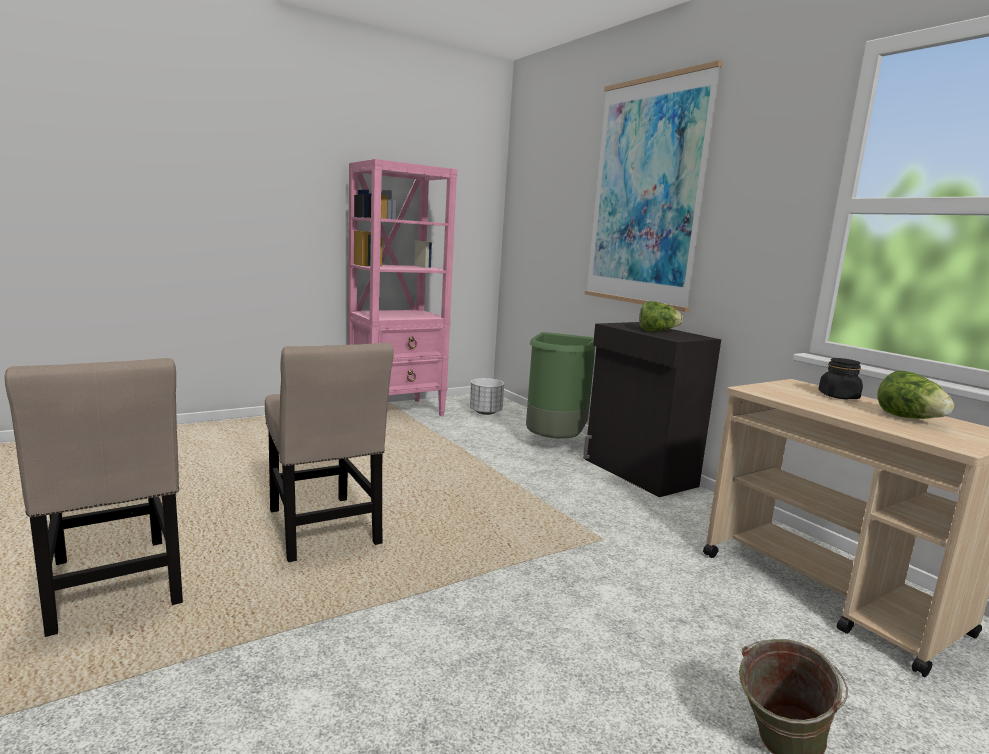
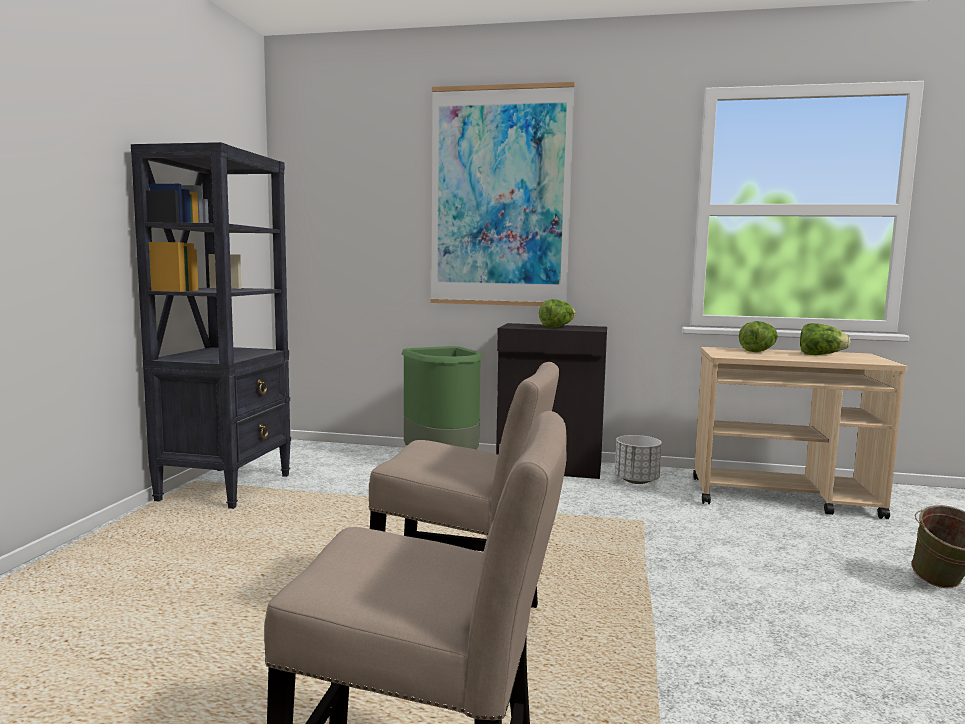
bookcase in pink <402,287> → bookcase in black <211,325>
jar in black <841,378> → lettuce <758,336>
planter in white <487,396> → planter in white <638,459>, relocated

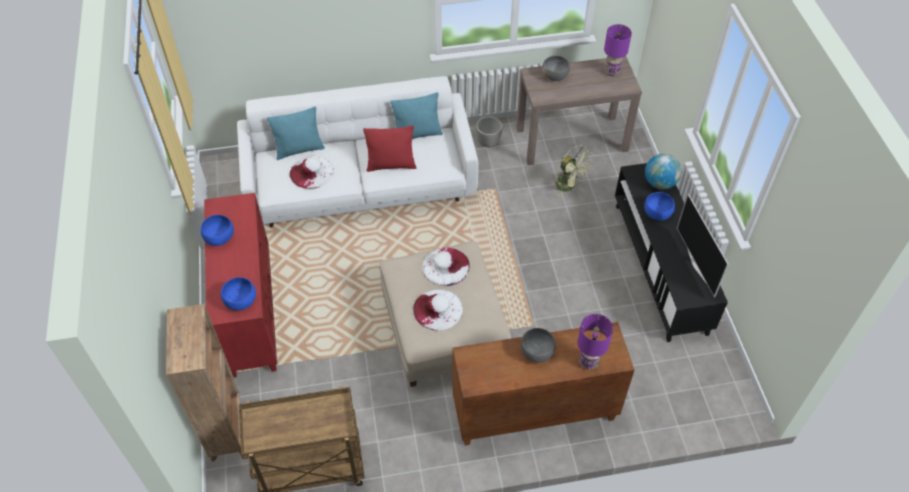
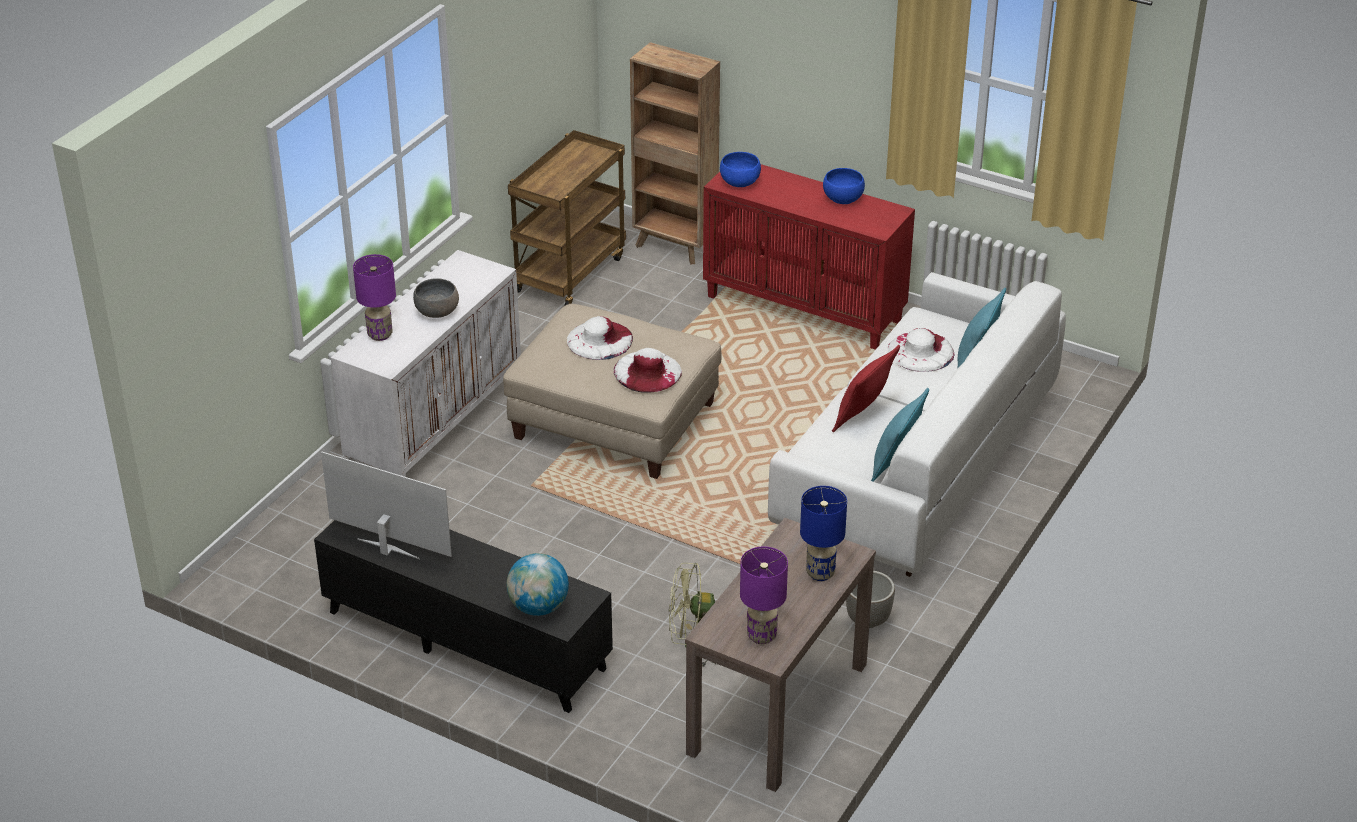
bowl in grey <556,68> → table lamp in blue <823,533>
bowl in blue <659,206> → -
cabinet in brown <543,383> → cabinet in white <426,363>

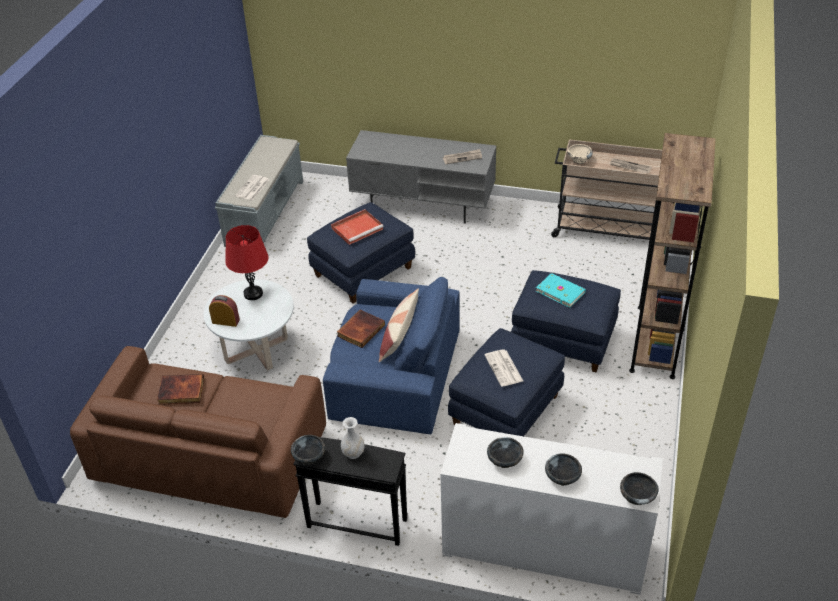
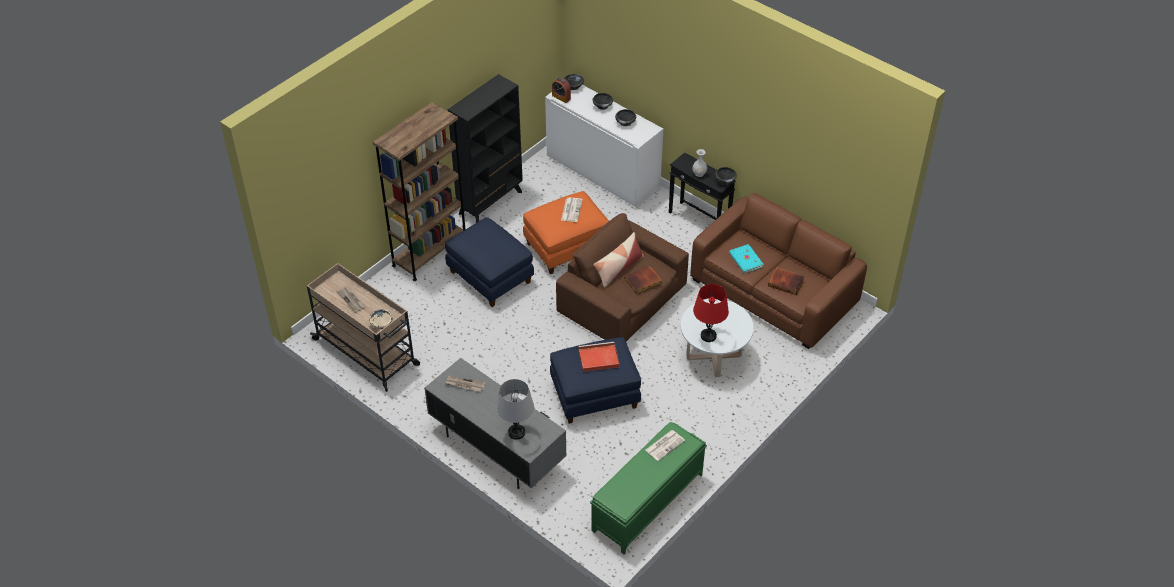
bench in grey <259,191> → bench in green <648,488>
book in turquoise <561,290> → book in turquoise <746,259>, relocated
armchair in blue <391,355> → armchair in brown <622,277>
alarm clock <224,311> → alarm clock <561,90>, relocated
ottoman in blue <506,382> → ottoman in orange <566,232>
- → bookcase in black <485,148>
- → table lamp in grey <515,409>

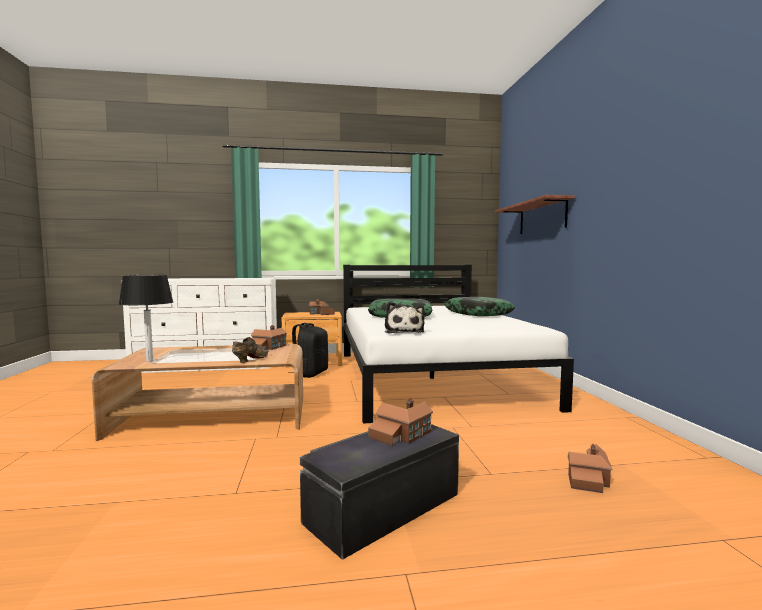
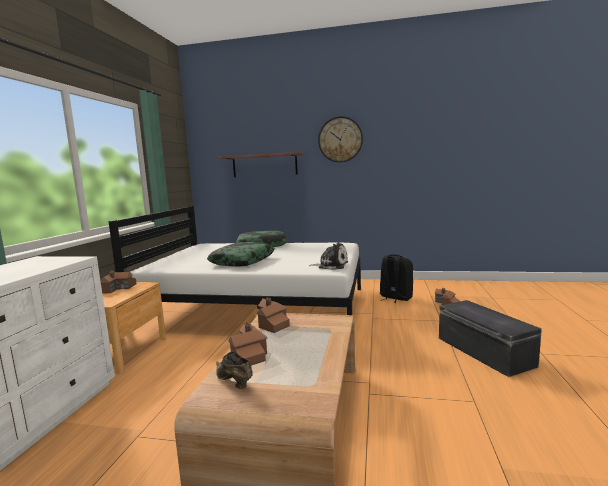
table lamp in black <146,318> → -
backpack in black <308,350> → backpack in black <397,278>, relocated
shoe in brown <250,350> → shoe in brown <234,370>, relocated
toy house <400,422> → toy house <248,344>, relocated
- → wall clock <340,139>

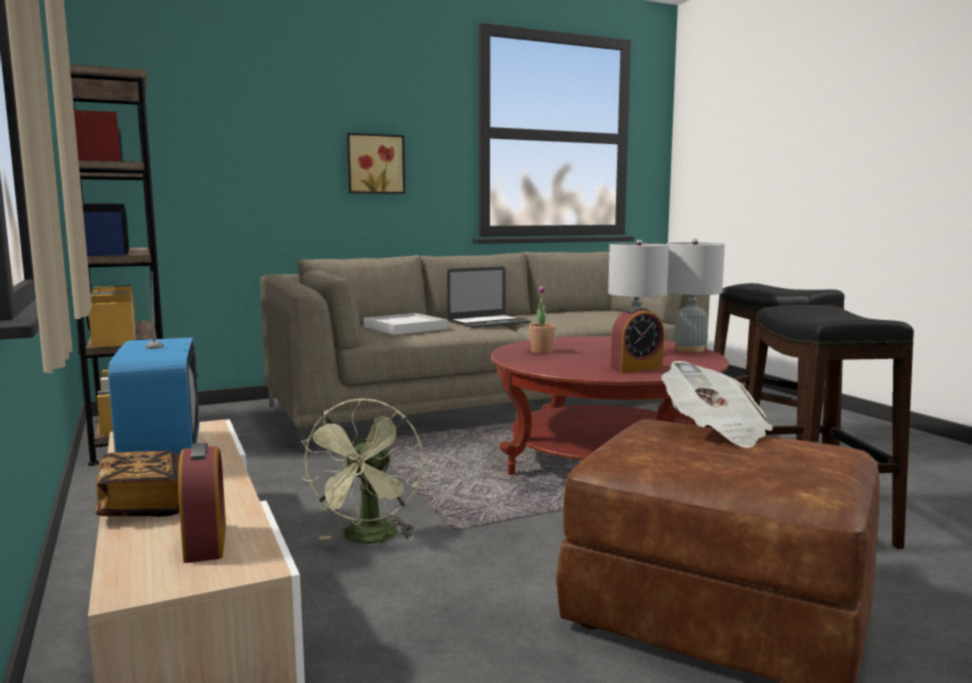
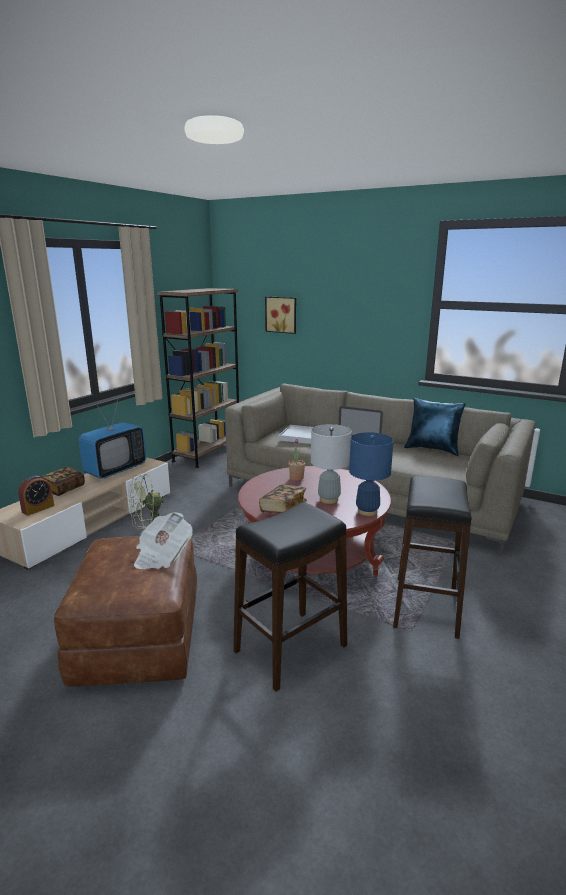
picture <376,163> → picture <280,315>, relocated
table lamp in grey <695,295> → table lamp in blue <371,474>
alarm clock <637,339> → book <283,499>
- → pillow in blue <435,427>

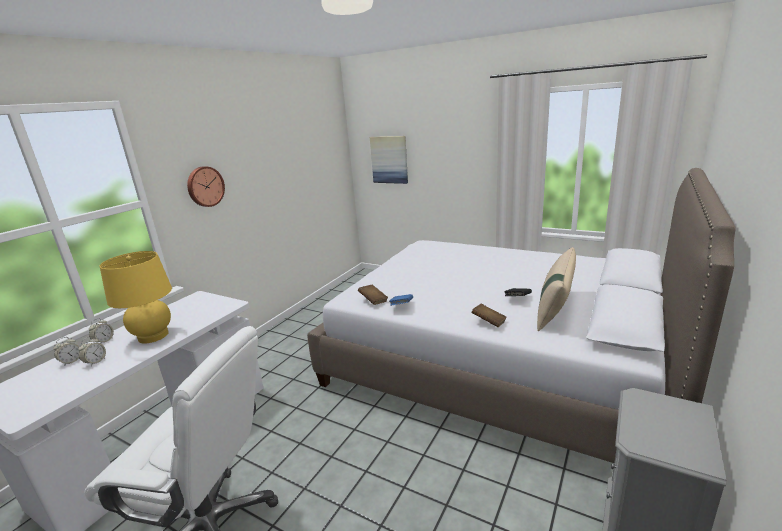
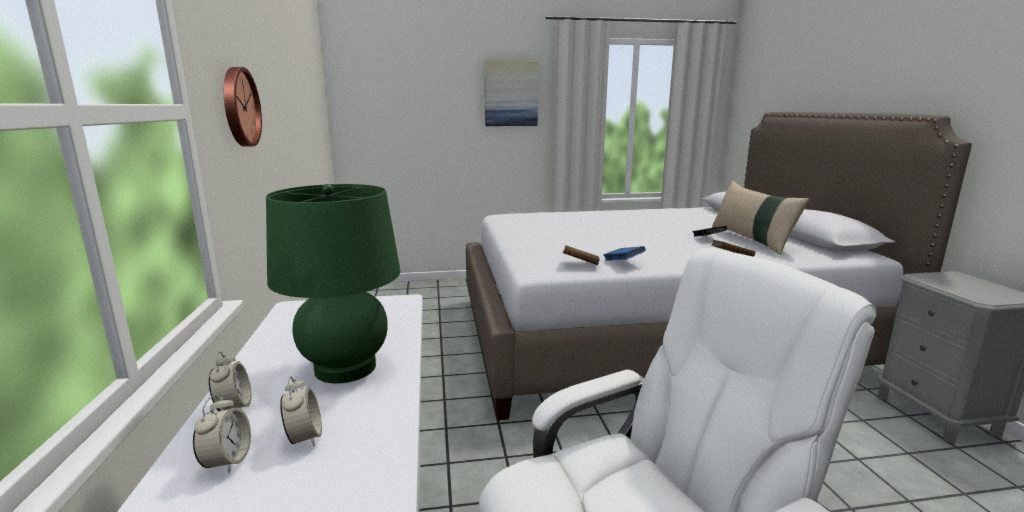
picture <389,160> → picture <511,93>, relocated
table lamp in yellow <136,297> → table lamp in green <333,284>

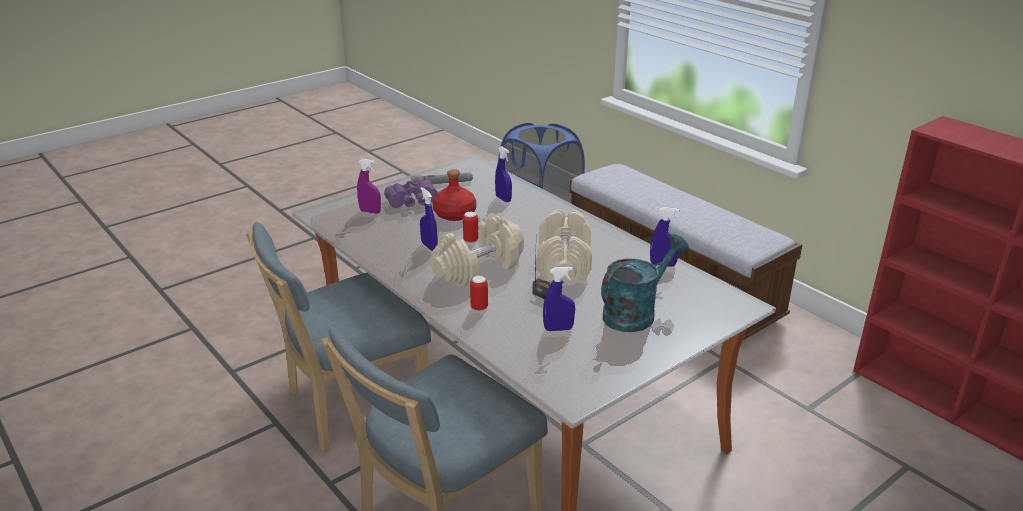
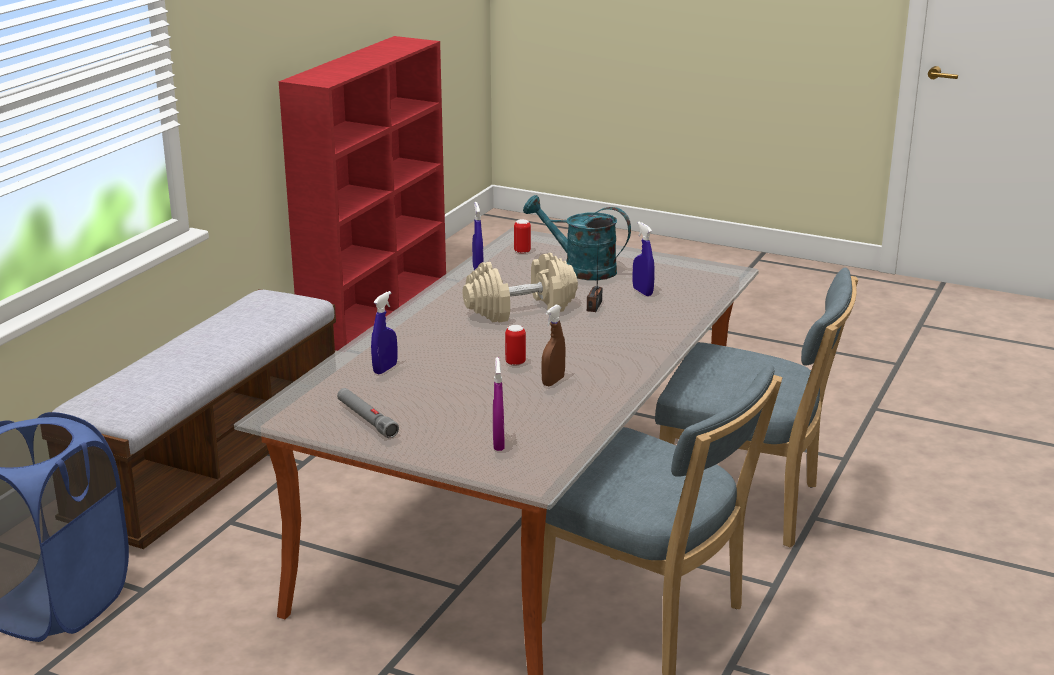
bottle in red <454,195> → -
binoculars in purple <411,194> → -
spray bottle in blue <429,219> → spray bottle in brown <553,345>
dumbbell in beige <477,251> → -
can <479,293> → can <522,236>, relocated

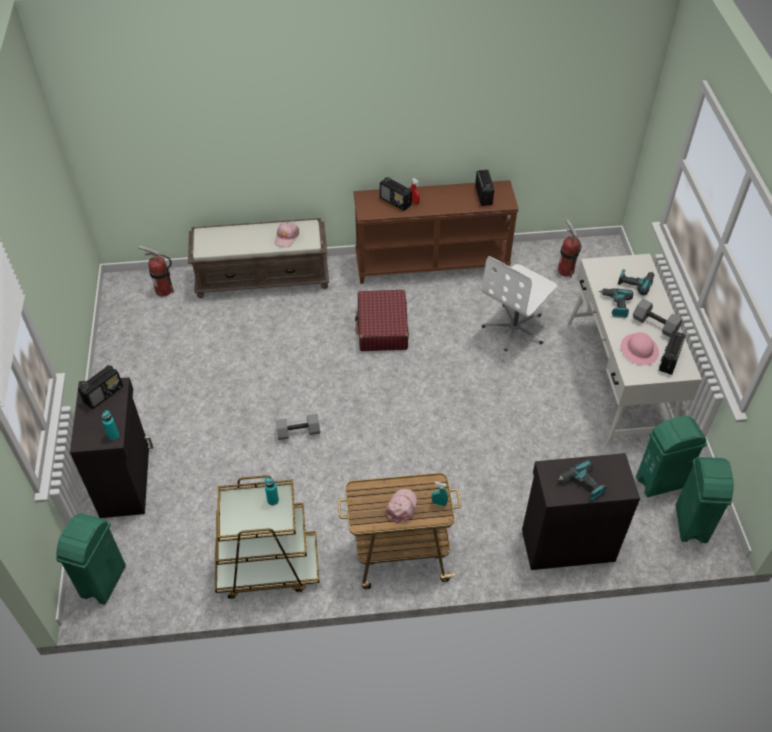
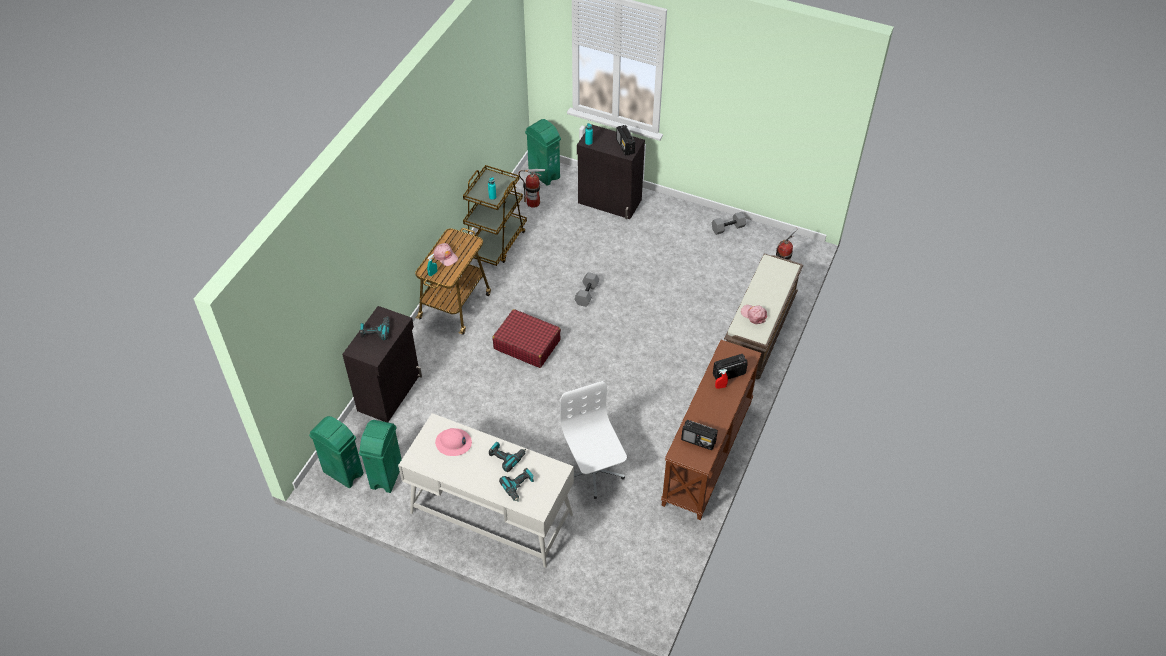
fire extinguisher <569,248> → fire extinguisher <531,188>, relocated
suitcase in red <382,320> → suitcase in red <526,338>, relocated
dumbbell in grey <657,318> → dumbbell in grey <729,223>, relocated
radio <672,353> → -

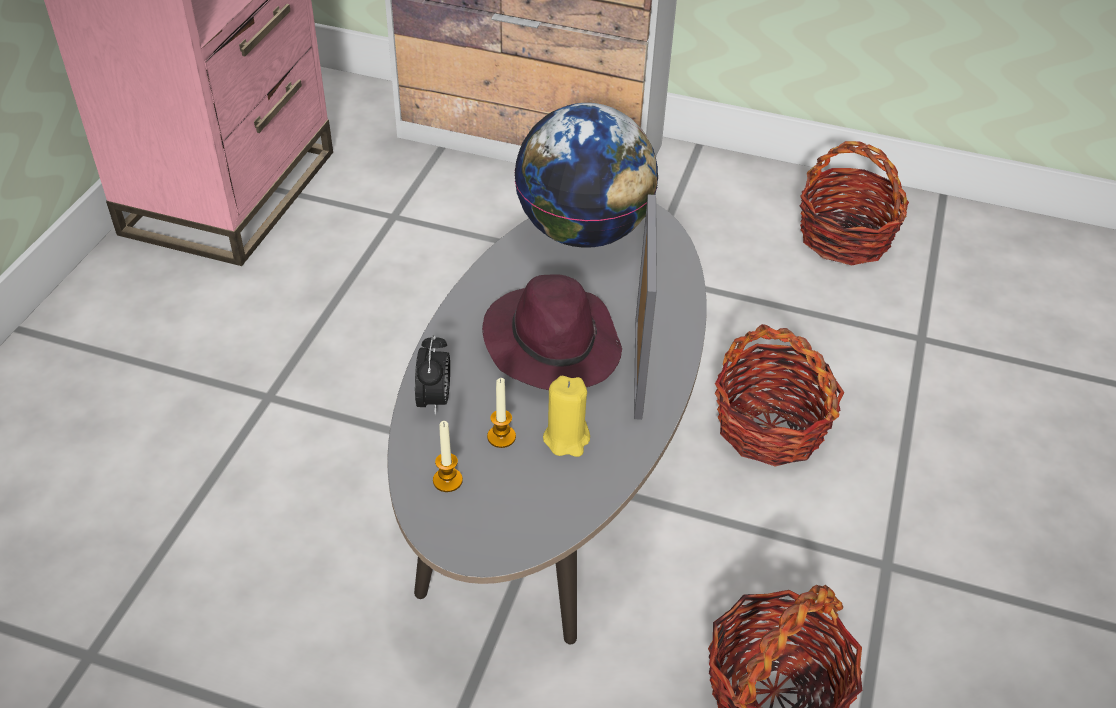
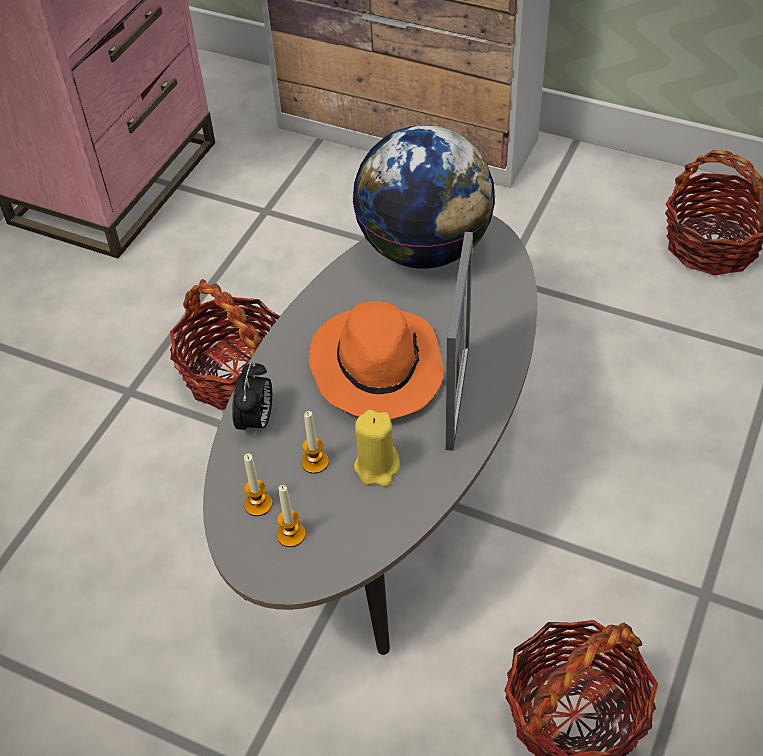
hat in purple <552,332> → hat in orange <376,360>
basket <779,395> → basket <225,344>, relocated
- → candle <291,516>

